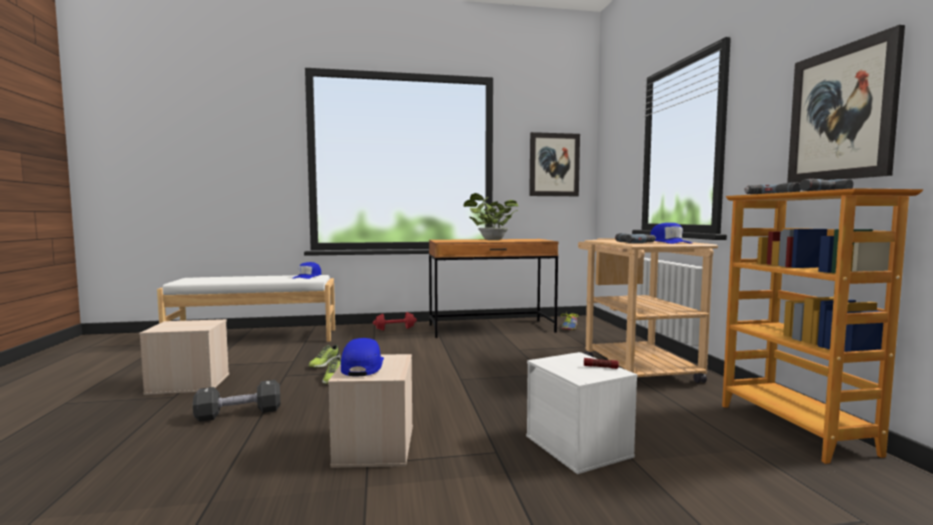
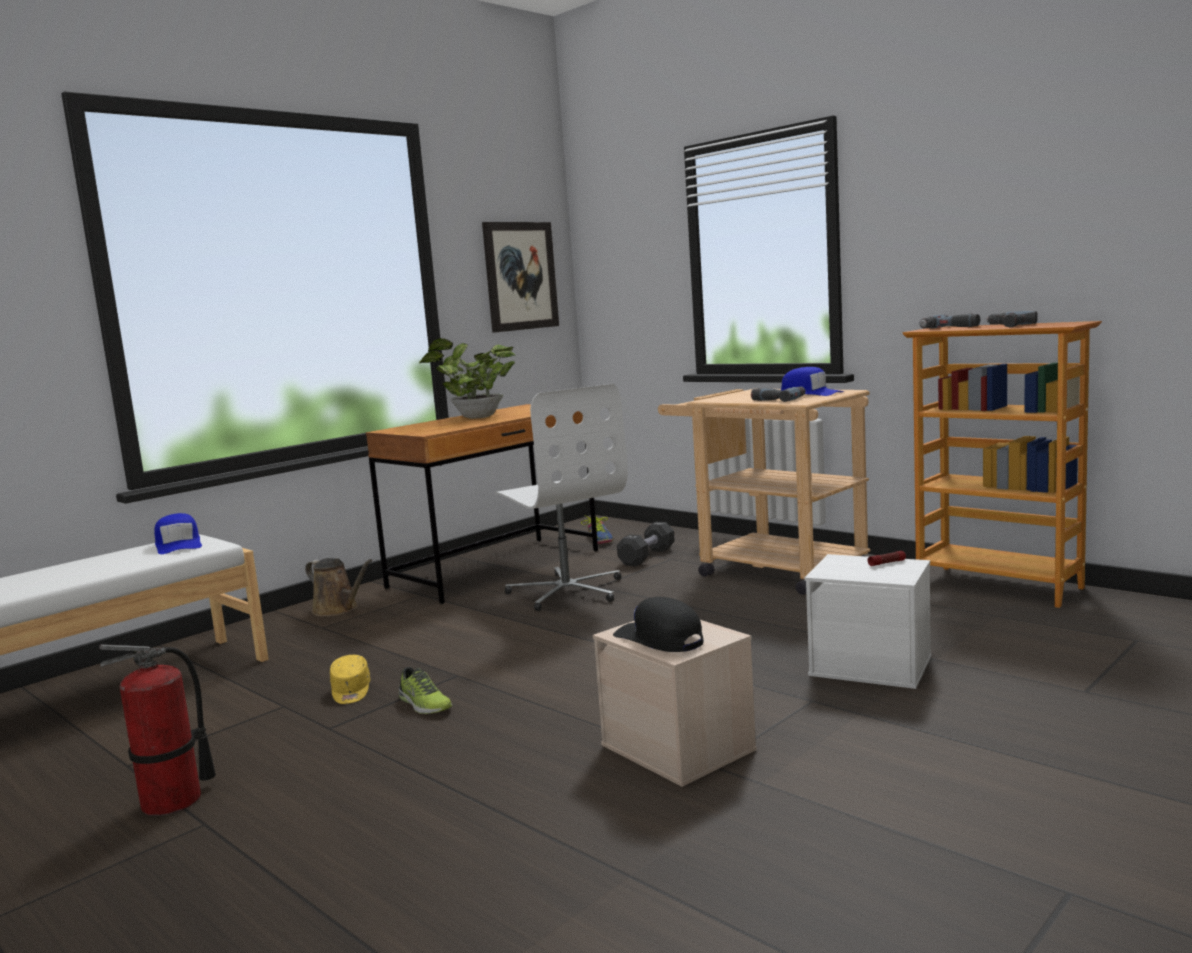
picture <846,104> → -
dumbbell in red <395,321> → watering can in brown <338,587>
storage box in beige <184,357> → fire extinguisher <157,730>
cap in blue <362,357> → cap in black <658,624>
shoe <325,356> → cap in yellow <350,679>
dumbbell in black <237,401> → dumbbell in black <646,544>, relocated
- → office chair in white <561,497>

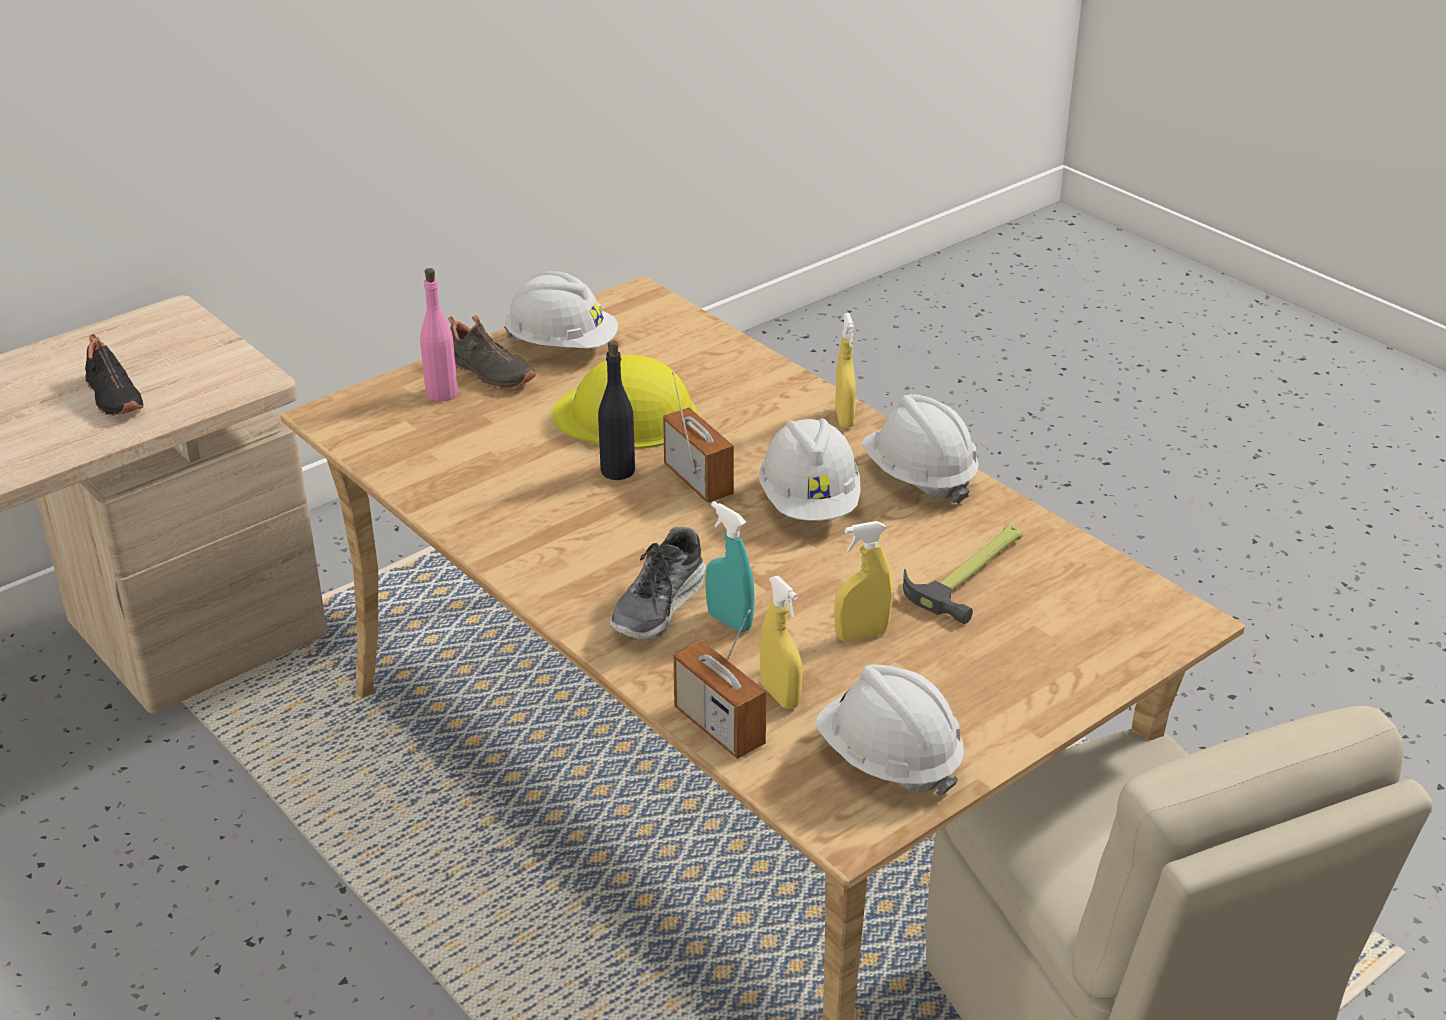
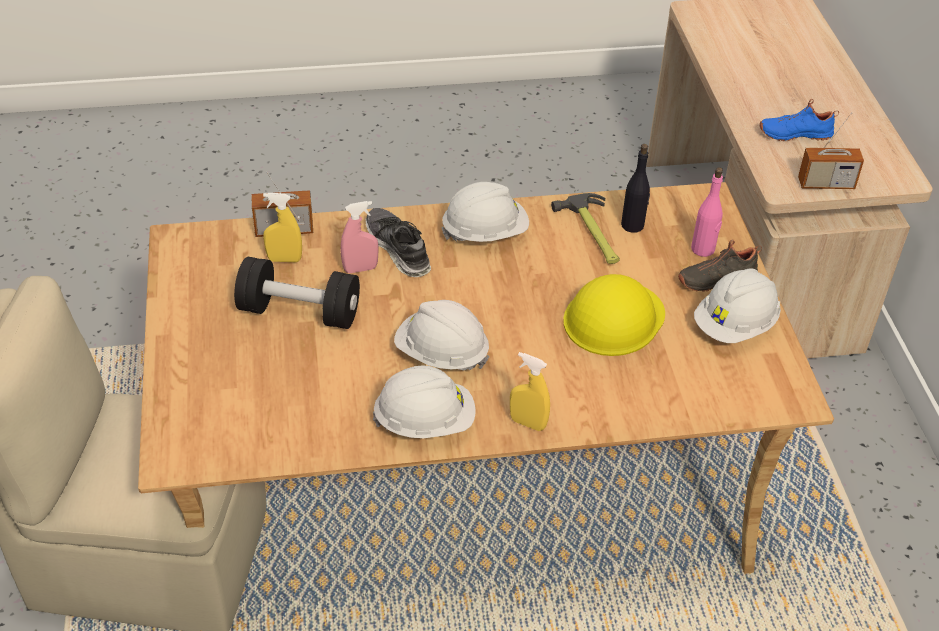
shoe in black <114,375> → shoe in blue <799,120>
bottle in black <616,410> → bottle in black <635,188>, relocated
radio <698,437> → radio <831,150>, relocated
spray bottle in turquoise <730,567> → spray bottle in pink <359,237>
spray bottle in yellow <863,581> → dumbbell in black <297,293>
hammer <963,574> → hammer <585,228>, relocated
hard hat in white <890,730> → hard hat in white <485,212>, relocated

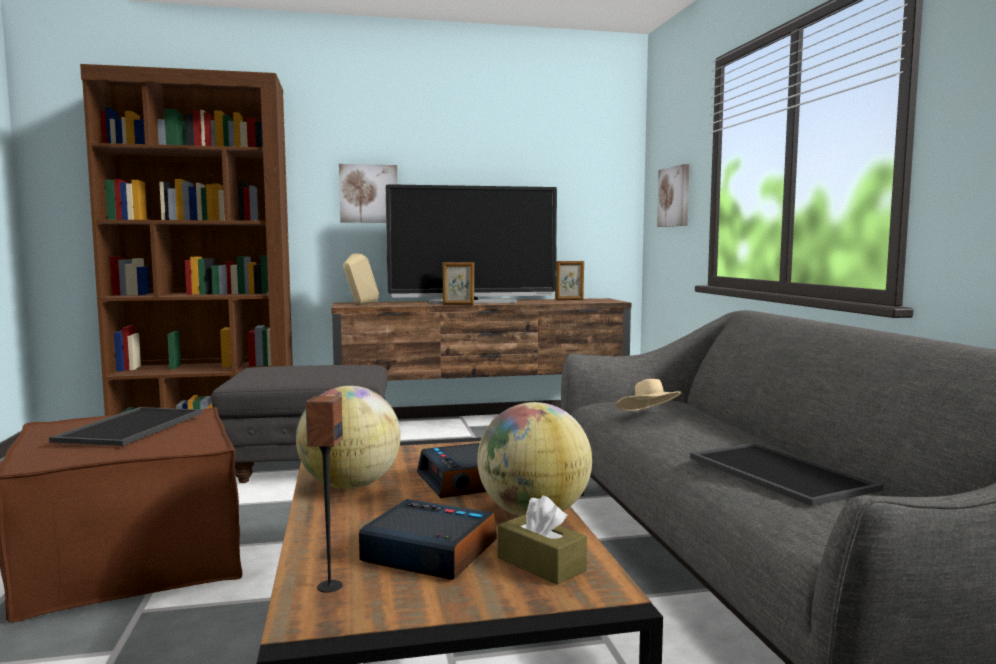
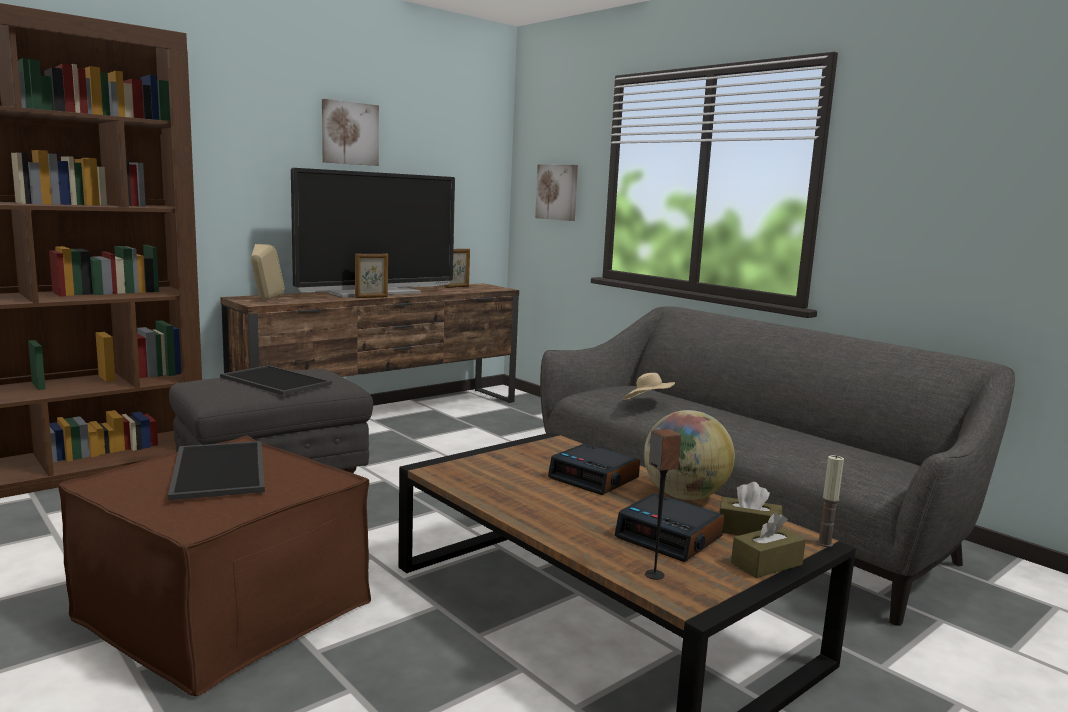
picture <368,193> → picture <350,132>, relocated
globe <348,437> → -
tray <786,474> → tray <276,380>, relocated
alarm clock <428,539> → alarm clock <670,527>, 135 degrees counterclockwise
- → candle <830,501>
- → tissue box in brown <768,545>

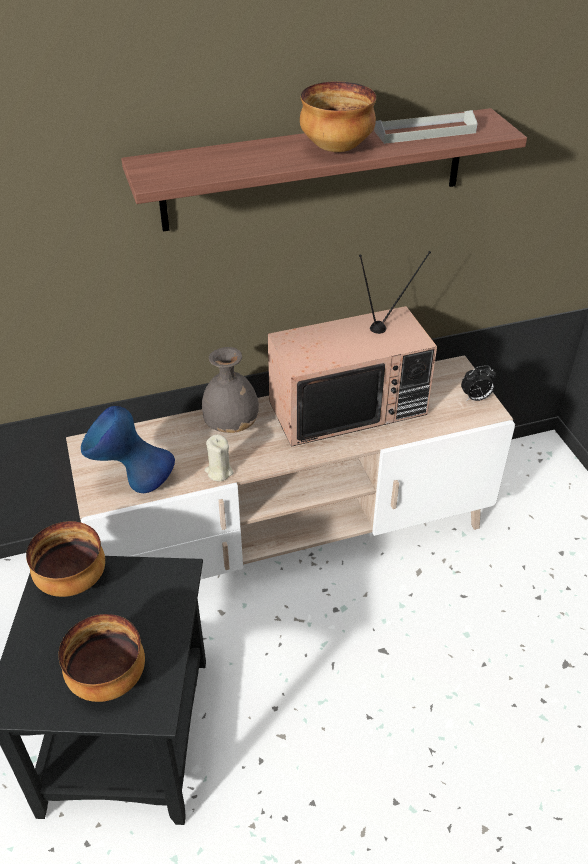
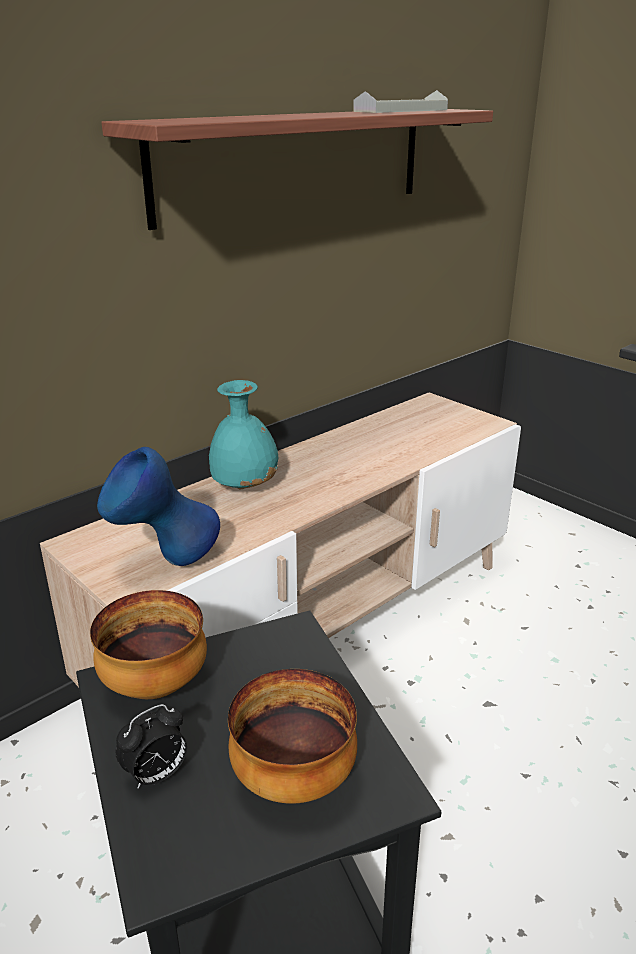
bowl <338,116> → -
television <352,349> → -
vase in grey <230,390> → vase in turquoise <243,434>
alarm clock <478,383> → alarm clock <151,746>, relocated
candle in beige <219,457> → -

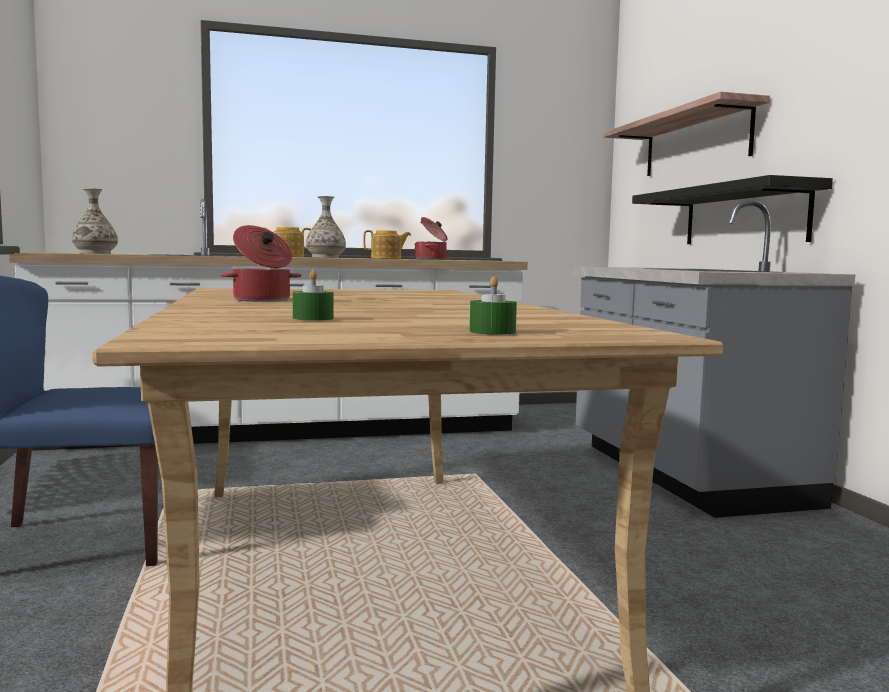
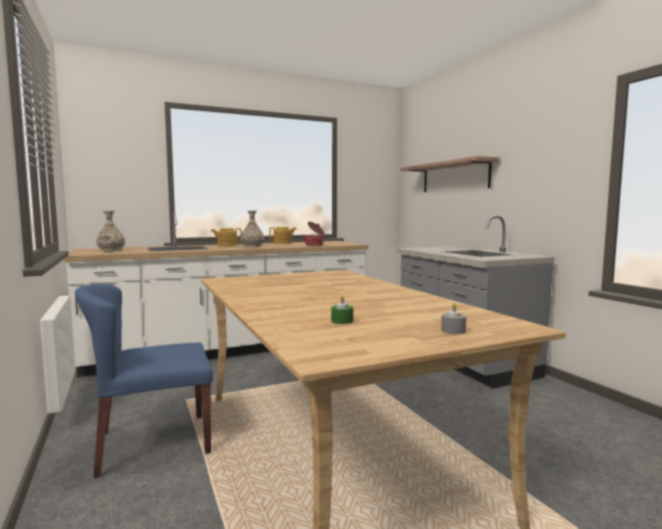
shelf in black <732,209> → -
cooking pot <261,263> → -
candle in green <493,305> → candle in grey <453,318>

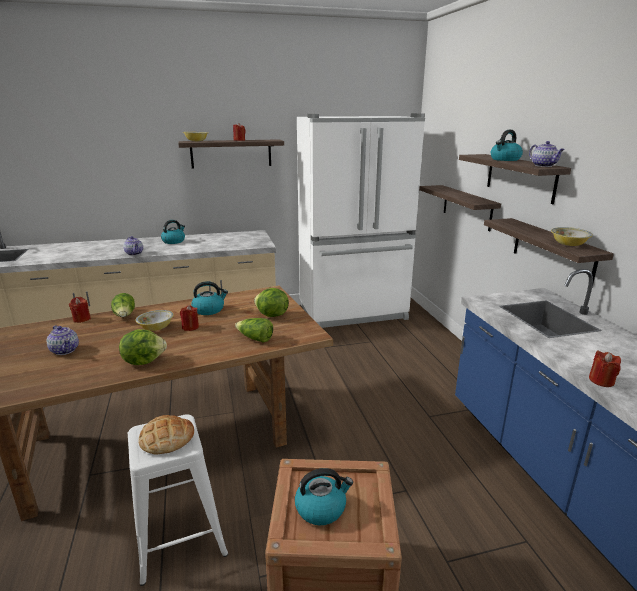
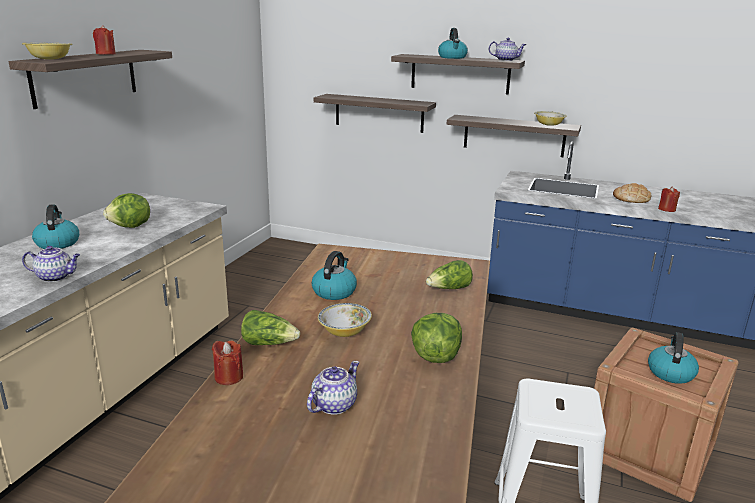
fridge in white <361,220> → -
lettuce <271,302> → lettuce <126,210>, relocated
candle in red <189,318> → -
teapot <62,340> → teapot <333,388>, 45 degrees counterclockwise
bread <166,434> → bread <632,193>, relocated

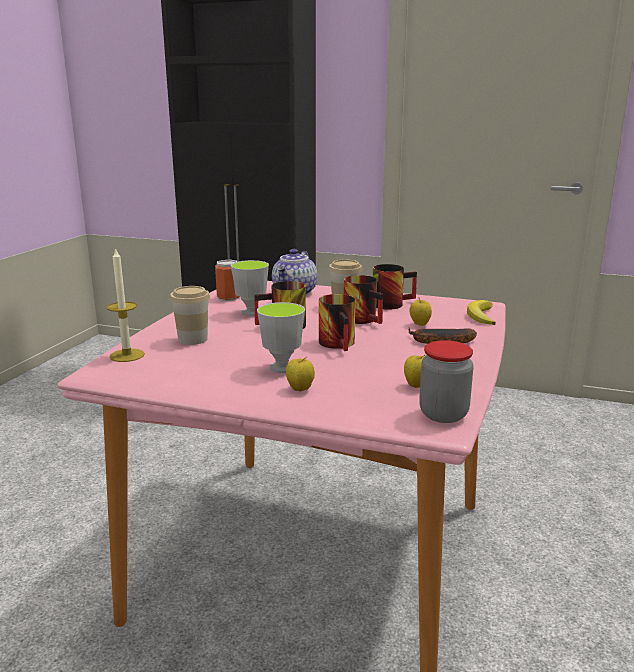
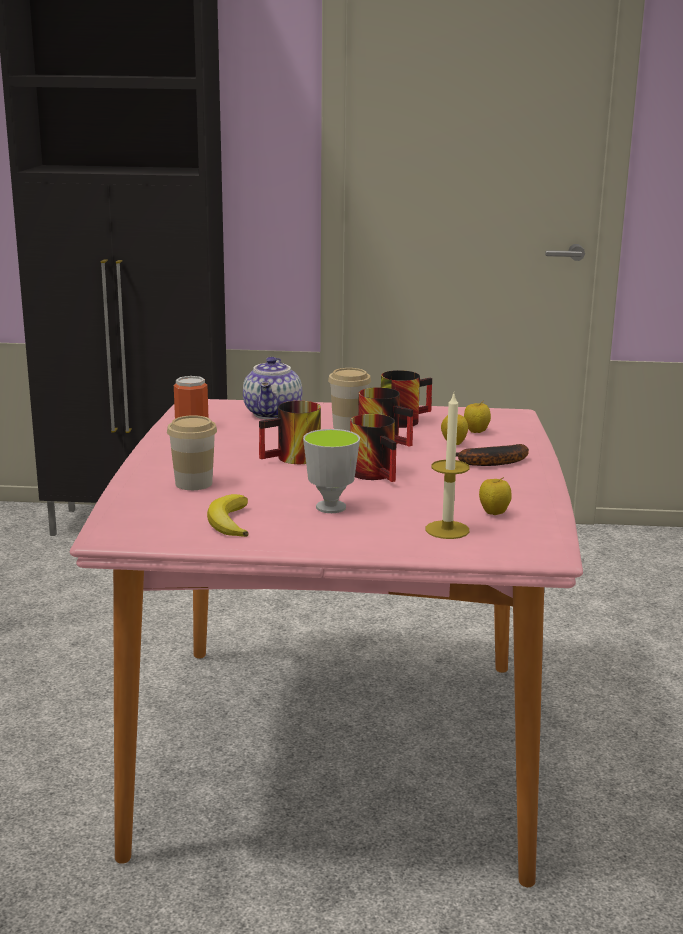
candle <125,304> → candle <448,466>, relocated
cup <250,288> → -
banana <481,312> → banana <227,515>, relocated
jar <446,381> → -
apple <300,374> → apple <477,417>, relocated

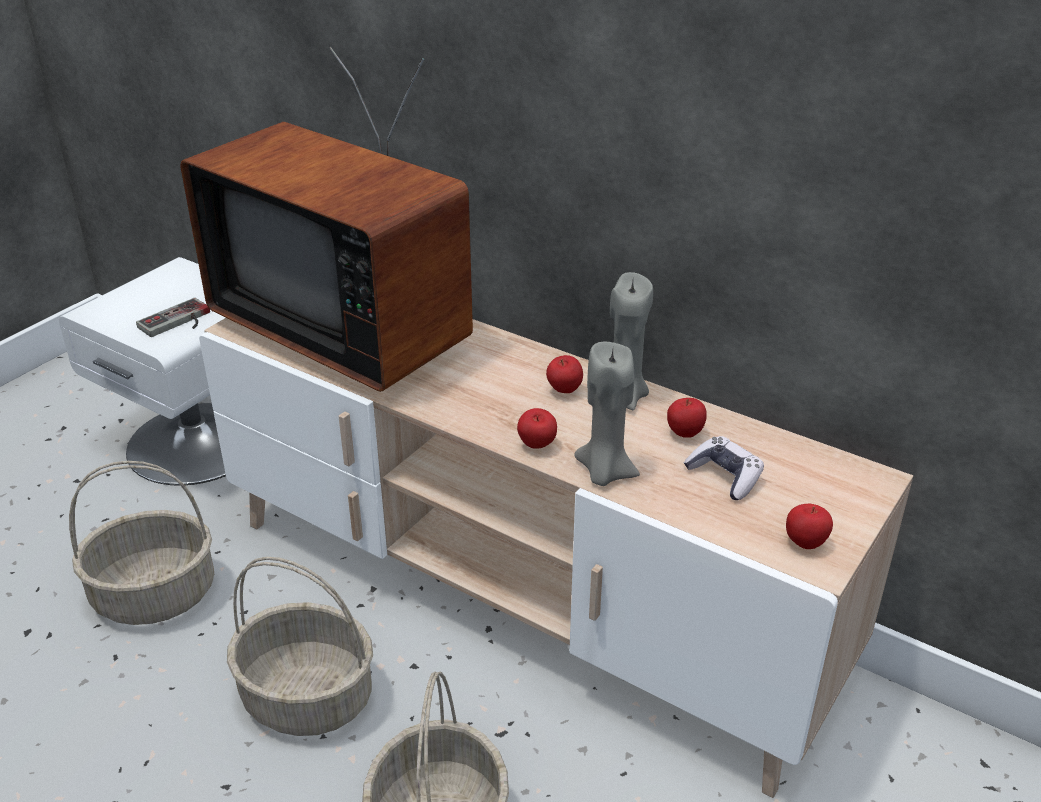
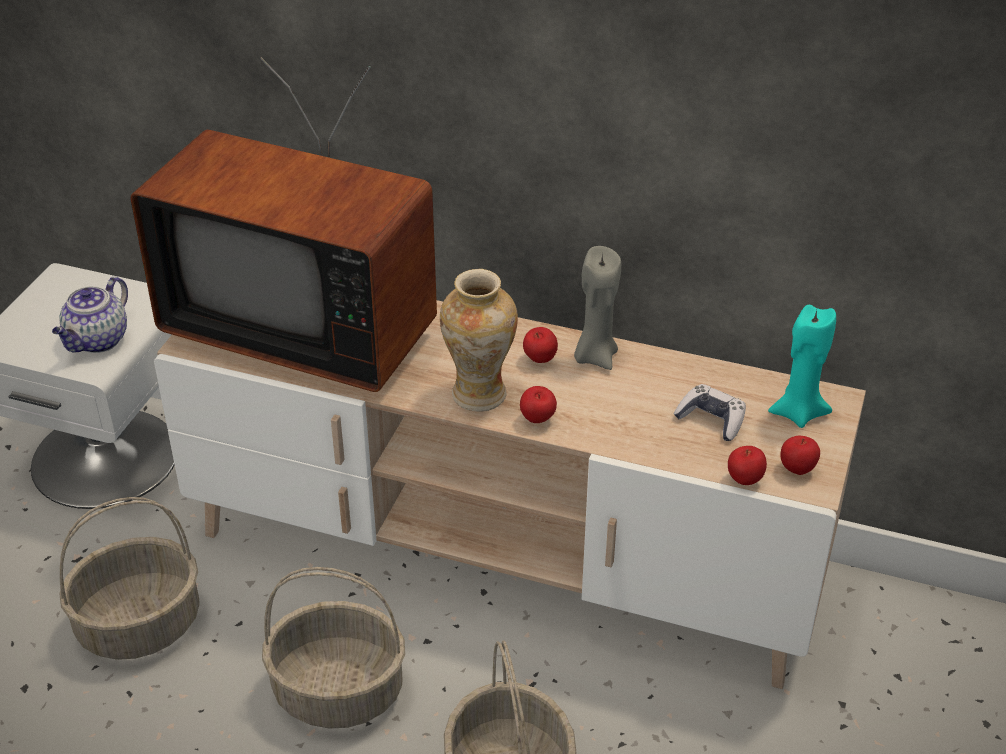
game controller <173,317> → teapot <90,315>
candle in grey <607,414> → -
apple <687,418> → apple <747,465>, relocated
- → vase <479,340>
- → candle in turquoise <802,366>

